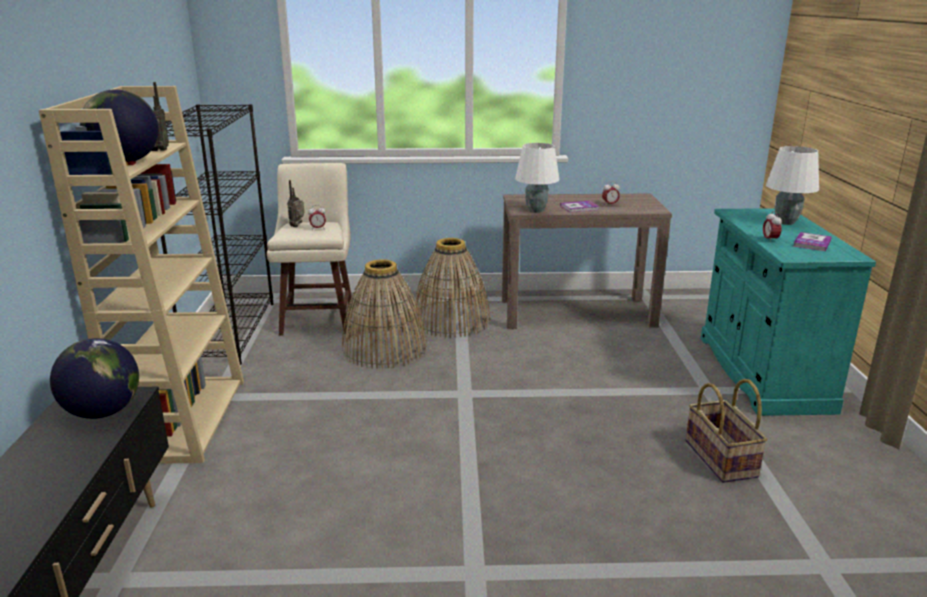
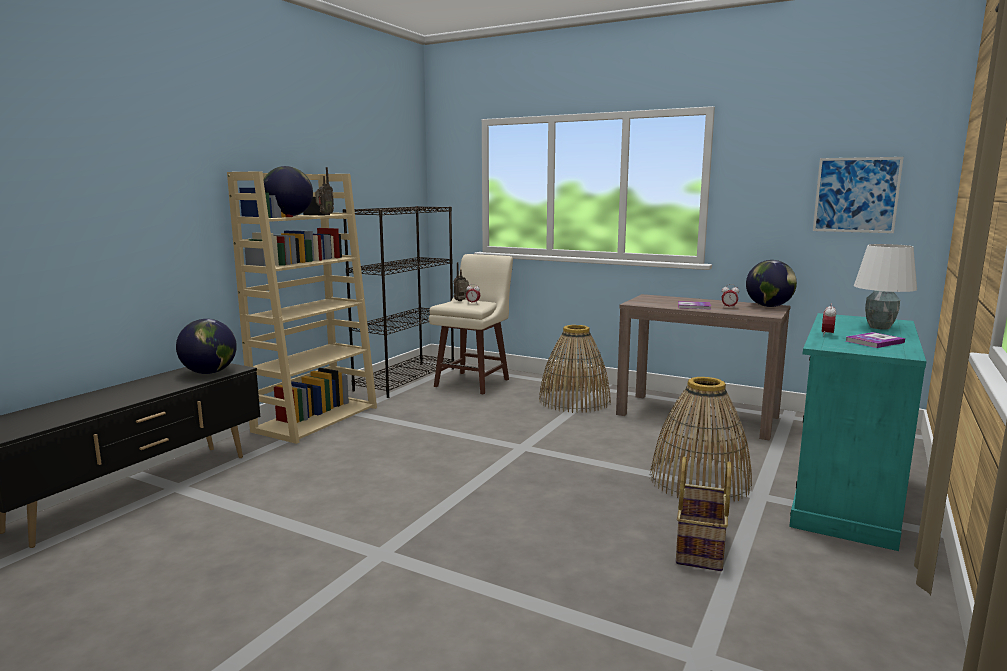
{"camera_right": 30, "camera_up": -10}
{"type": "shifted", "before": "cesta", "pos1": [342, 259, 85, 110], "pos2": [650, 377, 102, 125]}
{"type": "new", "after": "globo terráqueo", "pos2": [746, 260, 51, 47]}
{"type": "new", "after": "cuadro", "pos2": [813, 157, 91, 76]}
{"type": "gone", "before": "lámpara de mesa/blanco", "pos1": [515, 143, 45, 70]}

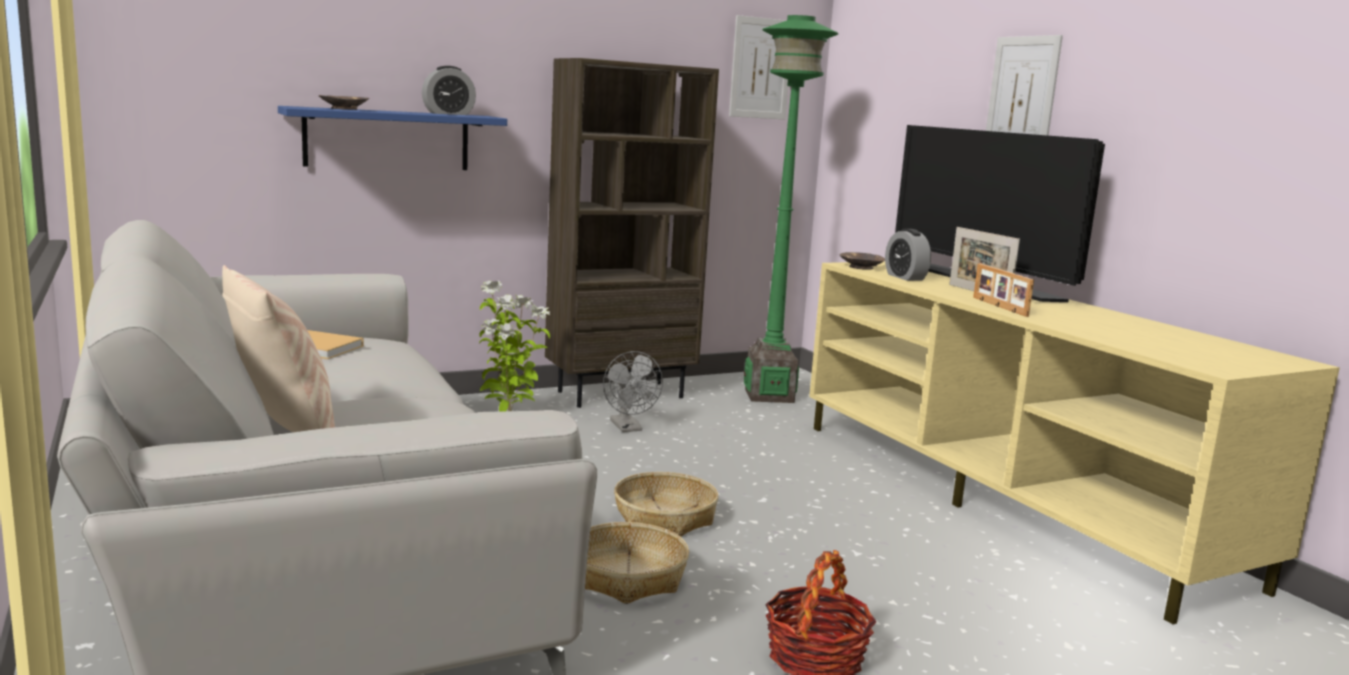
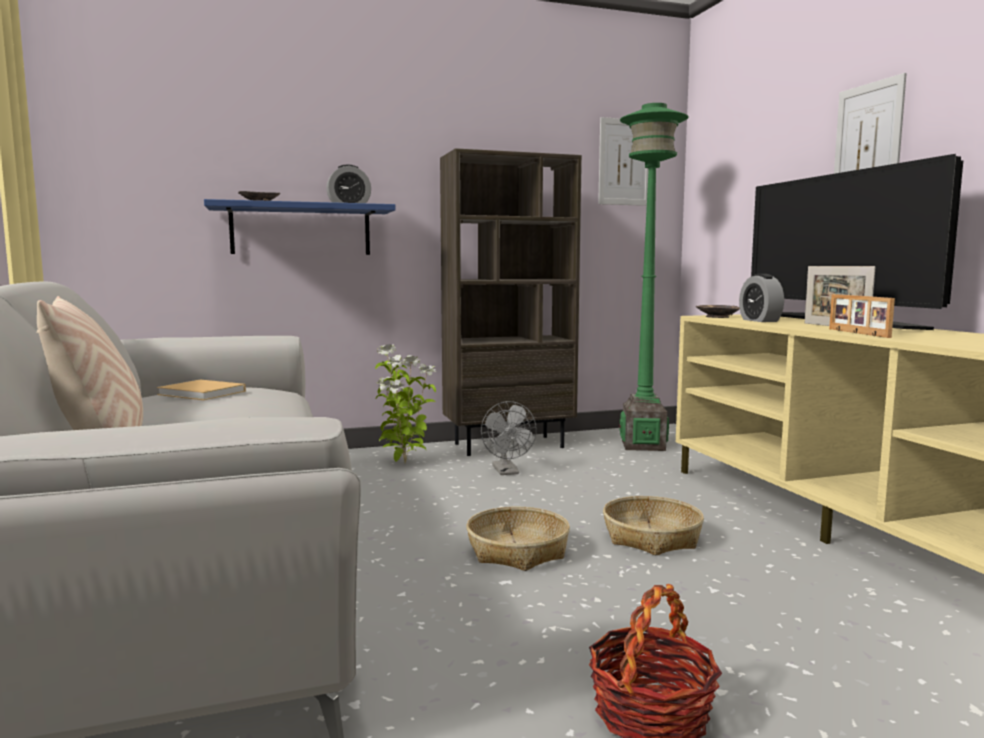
{"camera_right": 10, "camera_up": -5}
{"type": "shifted", "before": "cesta", "pos1": [585, 522, 104, 82], "pos2": [603, 496, 101, 60]}

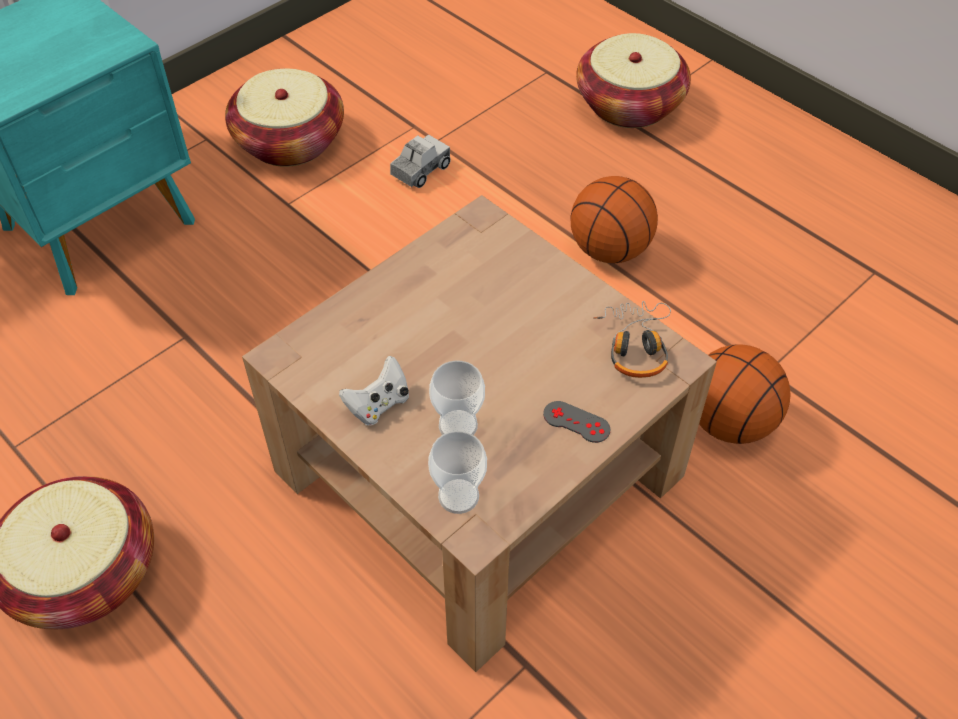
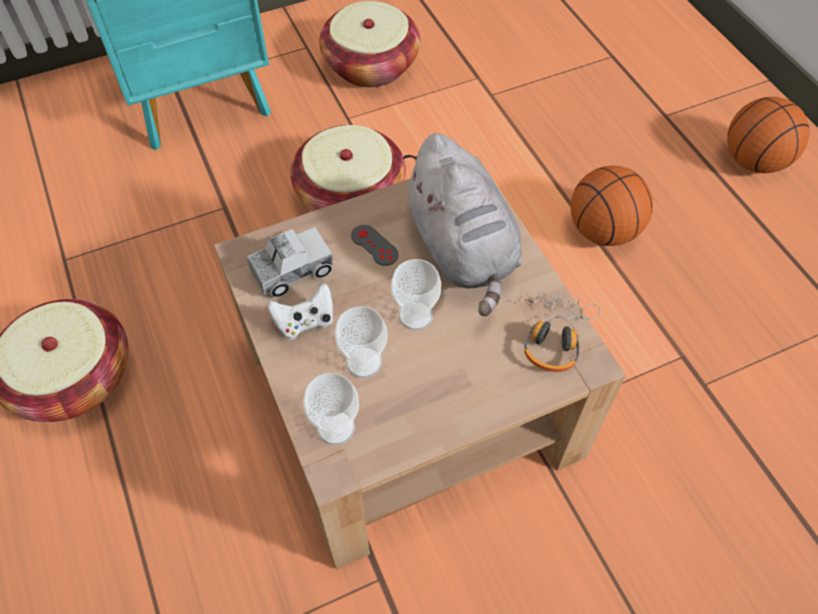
{"camera_right": 20, "camera_up": 5}
{"type": "shifted", "before": "camión de juguete", "pos1": [390, 134, 61, 54], "pos2": [247, 227, 86, 70]}
{"type": "shifted", "before": "cesta", "pos1": [576, 33, 115, 95], "pos2": [290, 125, 116, 86]}
{"type": "shifted", "before": "mando de consola/gris", "pos1": [543, 401, 67, 42], "pos2": [351, 225, 48, 41]}
{"type": "new", "after": "taza", "pos2": [391, 259, 50, 72]}
{"type": "new", "after": "peluche/gris", "pos2": [402, 133, 120, 184]}
{"type": "shifted", "before": "balón de baloncesto", "pos1": [699, 344, 92, 100], "pos2": [727, 97, 83, 76]}

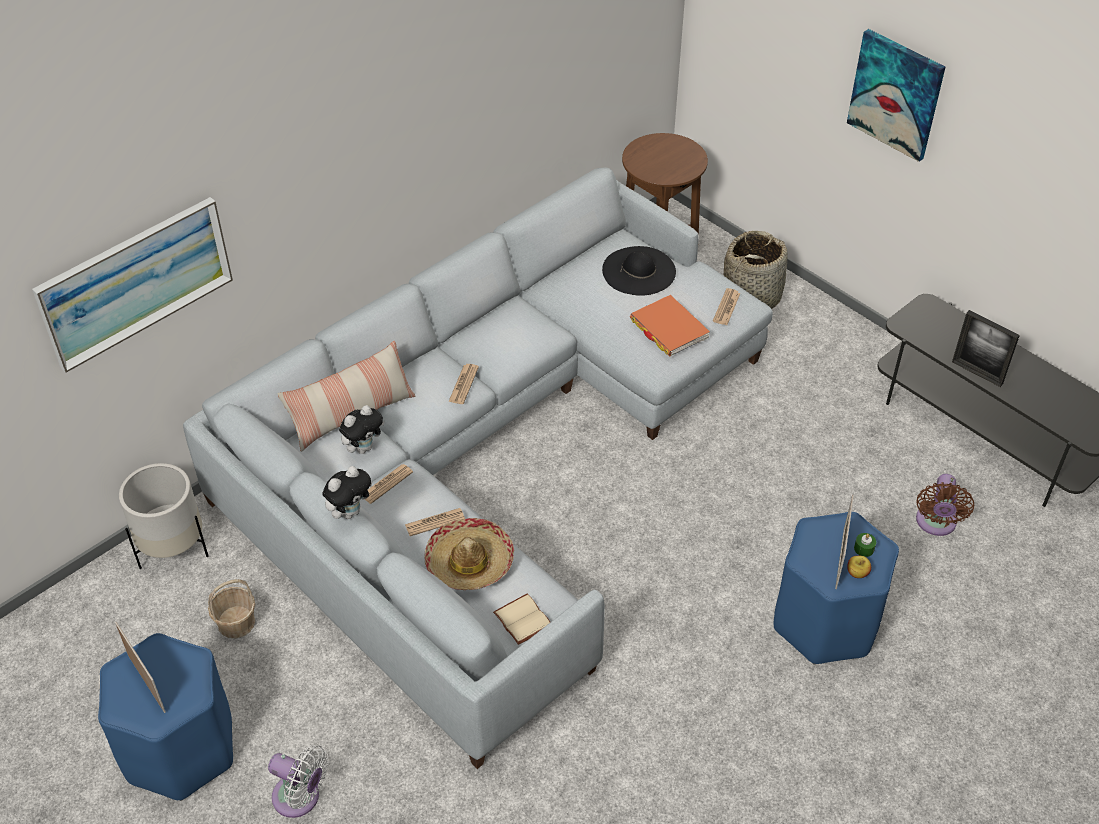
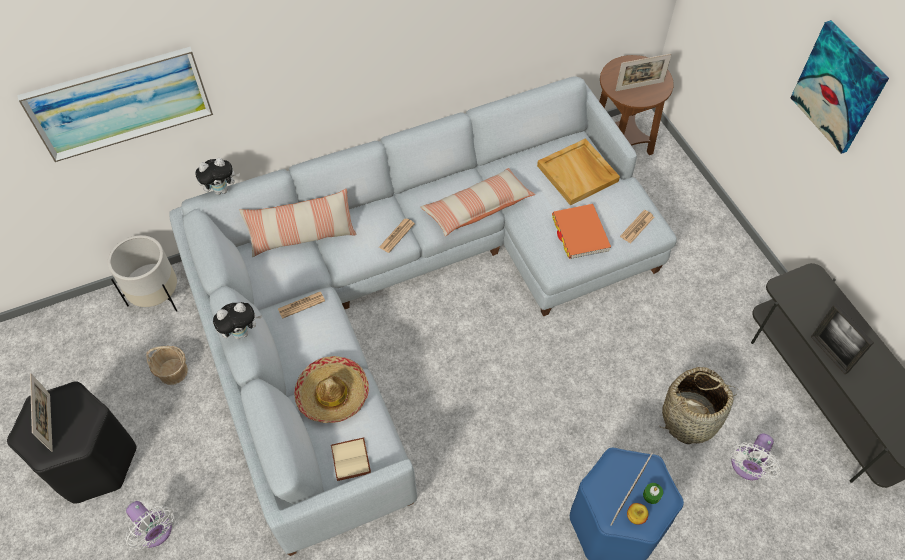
{"camera_right": 20, "camera_up": 10}
{"type": "repainted", "before": "taburete/azul", "after": "taburete/negro", "pos1": [98, 633, 135, 168], "pos2": [7, 381, 129, 123]}
{"type": "shifted", "before": "peluche", "pos1": [339, 405, 46, 49], "pos2": [195, 158, 45, 37]}
{"type": "new", "after": "cojín", "pos2": [421, 168, 114, 68]}
{"type": "swapped", "before": "sombrero/negro", "after": "bandeja/beis", "pos1": [602, 246, 74, 50], "pos2": [537, 138, 83, 67]}
{"type": "new", "after": "portarretratos", "pos2": [615, 54, 57, 37]}
{"type": "shifted", "before": "cesta", "pos1": [724, 231, 64, 78], "pos2": [659, 367, 77, 77]}
{"type": "repainted", "before": "ventilador/marrón", "after": "ventilador/blanco", "pos1": [916, 474, 58, 62], "pos2": [731, 433, 49, 47]}
{"type": "gone", "before": "periódico", "pos1": [405, 508, 60, 28]}

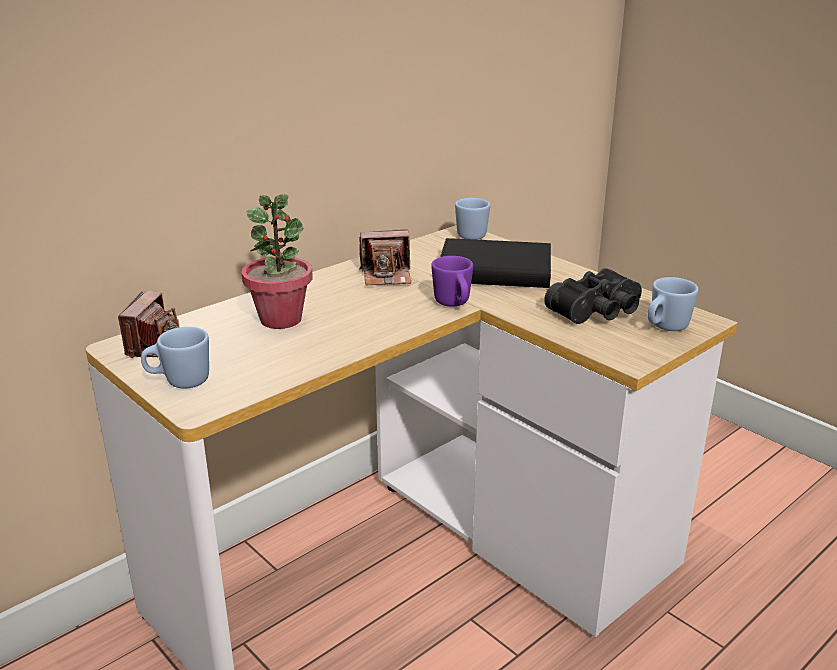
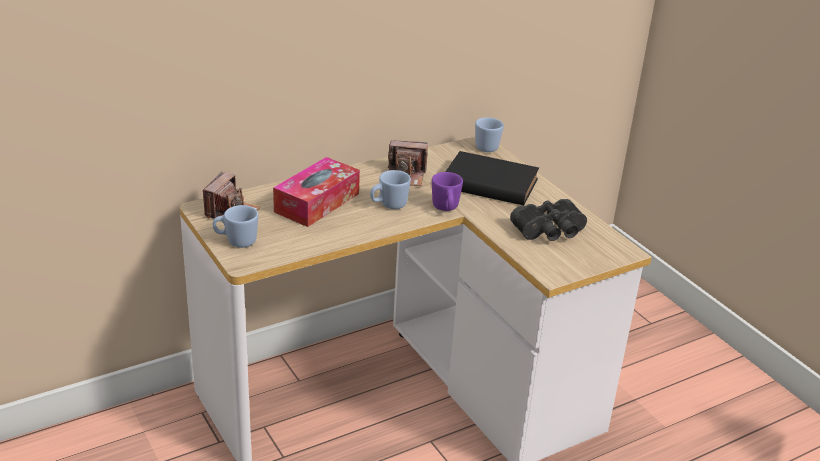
{"camera_right": 10, "camera_up": 5}
{"type": "swapped", "before": "planta en maceta", "after": "caja de pañuelos", "pos1": [242, 194, 71, 135], "pos2": [273, 157, 87, 70]}
{"type": "shifted", "before": "taza grande/azul", "pos1": [648, 277, 51, 54], "pos2": [370, 170, 41, 39]}

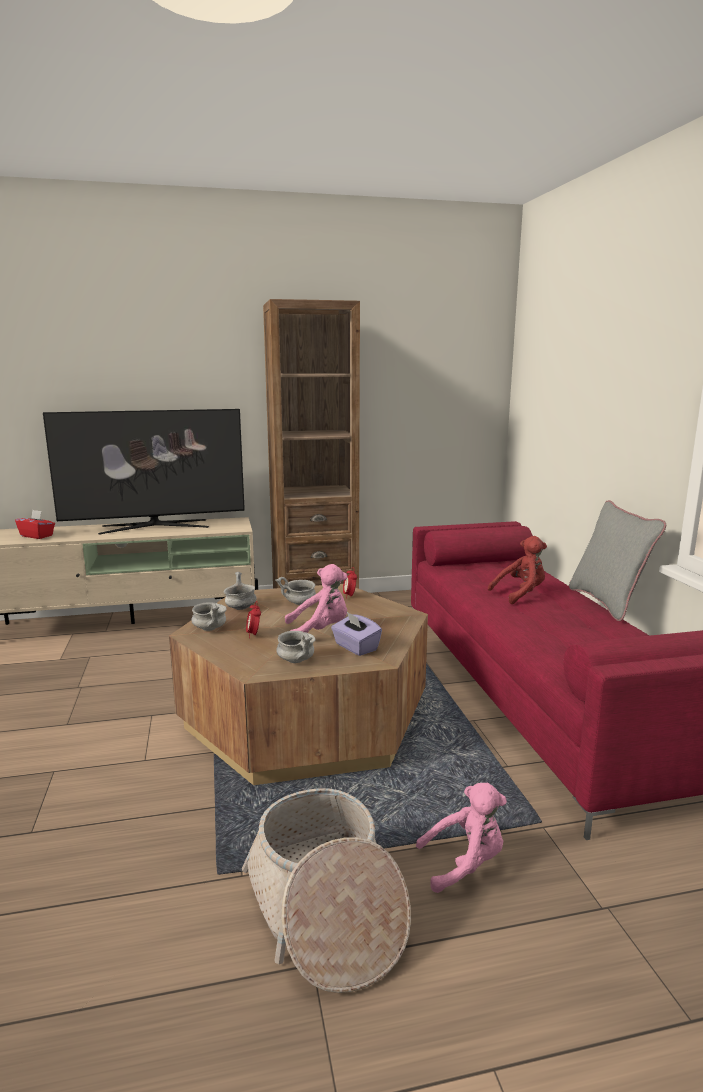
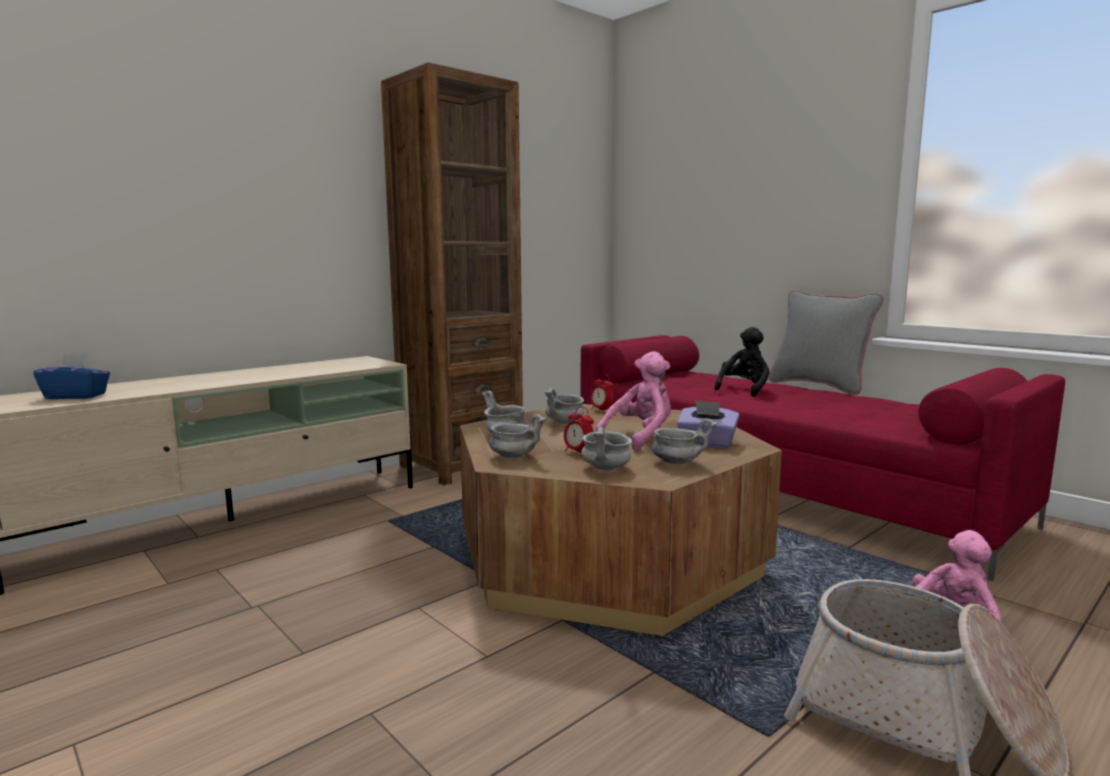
{"camera_right": -30, "camera_up": -5}
{"type": "repainted", "before": "caja de pañuelos/rojo", "after": "caja de pañuelos/azul", "pos1": [15, 510, 40, 29], "pos2": [33, 353, 77, 46]}
{"type": "new", "after": "cuenco/gris", "pos2": [581, 427, 51, 44]}
{"type": "repainted", "before": "peluche/rojo", "after": "peluche/negro", "pos1": [488, 536, 59, 68], "pos2": [714, 327, 56, 70]}
{"type": "gone", "before": "televisor", "pos1": [43, 409, 202, 126]}

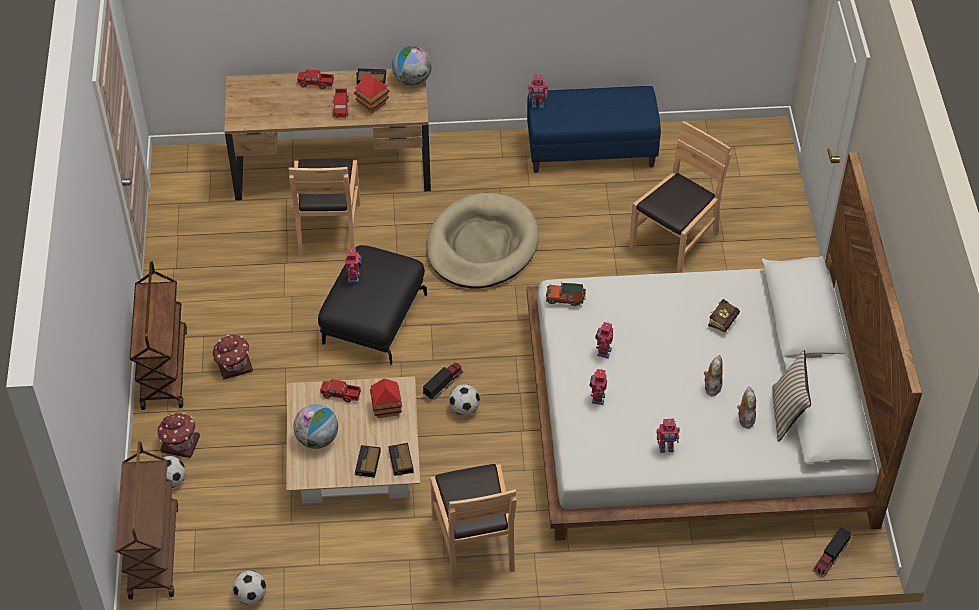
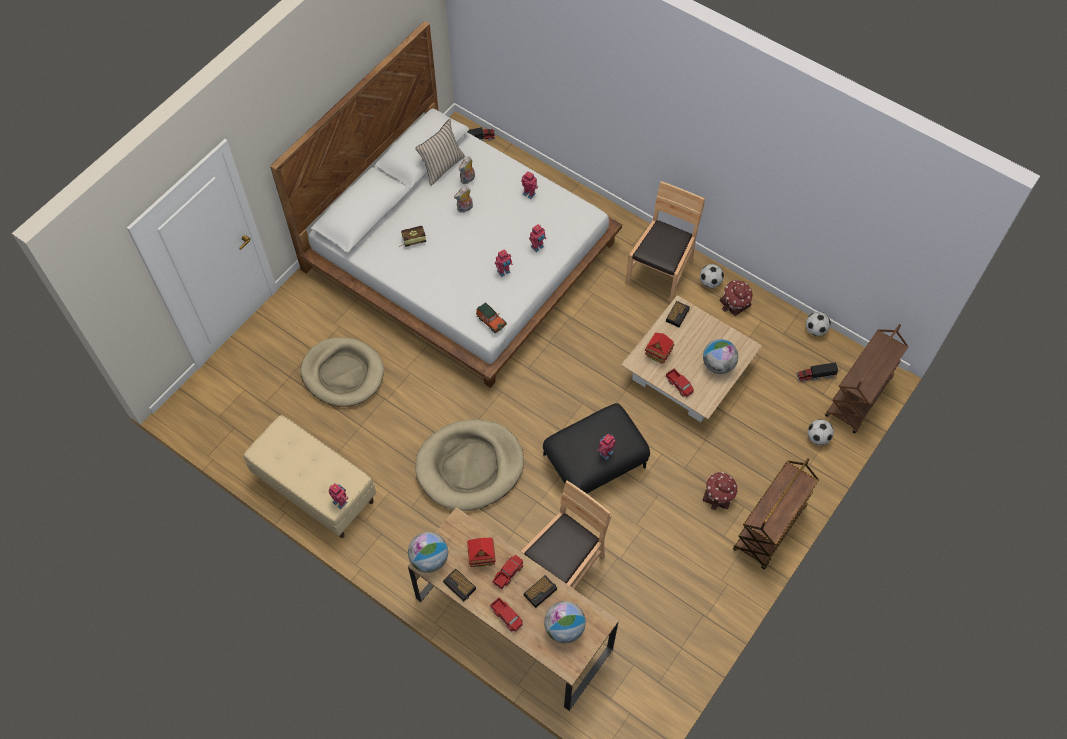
{"camera_right": -140, "camera_up": 10}
{"type": "repainted", "before": "banco/azul", "after": "banco/beis", "pos1": [527, 86, 134, 87], "pos2": [243, 415, 133, 123]}
{"type": "swapped", "before": "silla/marrón", "after": "cama para perro/beis", "pos1": [629, 121, 102, 152], "pos2": [300, 337, 84, 70]}
{"type": "shifted", "before": "despertador", "pos1": [355, 445, 26, 32], "pos2": [524, 575, 33, 33]}
{"type": "new", "after": "globo terráqueo", "pos2": [544, 601, 42, 42]}
{"type": "shifted", "before": "balón de fútbol", "pos1": [449, 384, 31, 31], "pos2": [700, 264, 24, 24]}
{"type": "shifted", "before": "casita", "pos1": [157, 413, 43, 45], "pos2": [720, 280, 33, 36]}
{"type": "shifted", "before": "camión de juguete", "pos1": [423, 362, 41, 38], "pos2": [796, 362, 42, 20]}

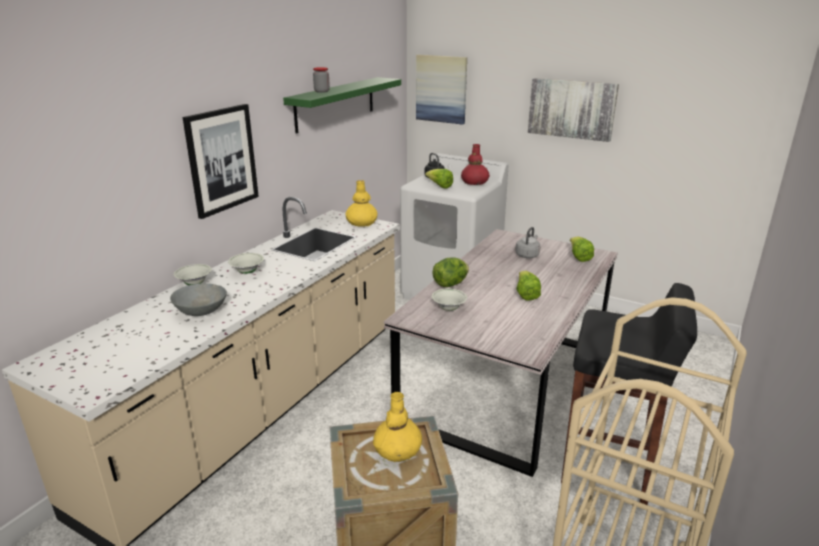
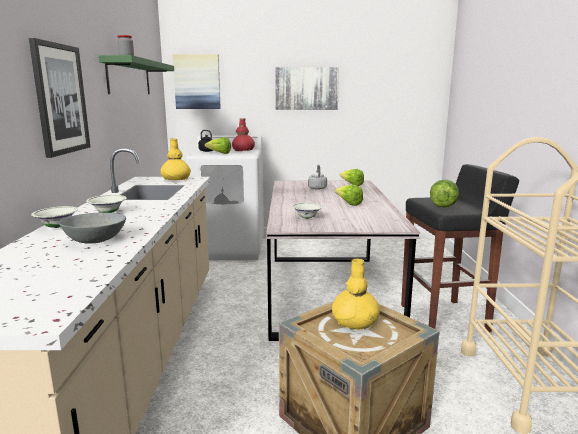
{"camera_right": -30, "camera_up": -10}
{"type": "shifted", "before": "lechuga", "pos1": [432, 257, 37, 30], "pos2": [430, 179, 29, 28]}

